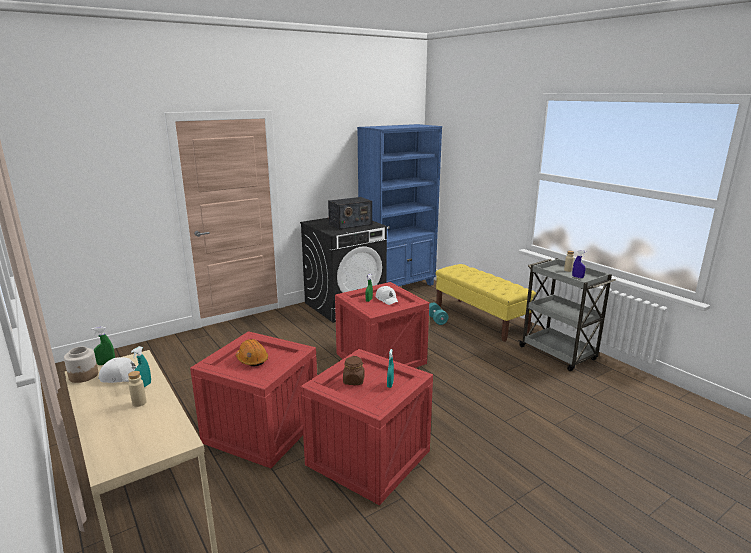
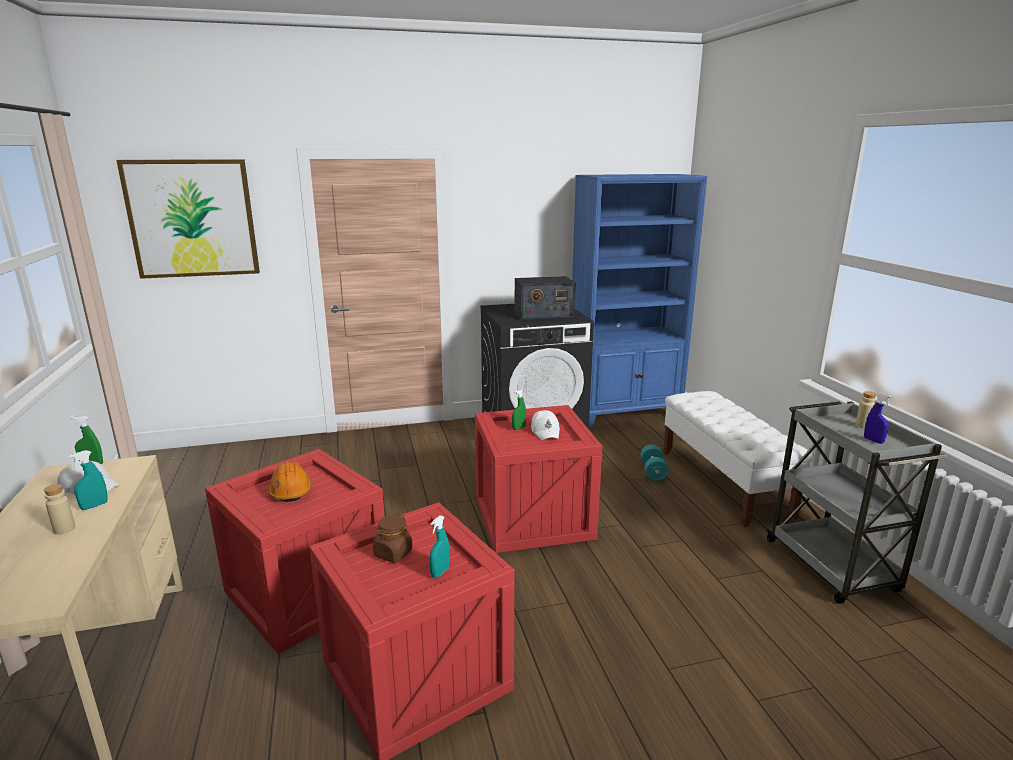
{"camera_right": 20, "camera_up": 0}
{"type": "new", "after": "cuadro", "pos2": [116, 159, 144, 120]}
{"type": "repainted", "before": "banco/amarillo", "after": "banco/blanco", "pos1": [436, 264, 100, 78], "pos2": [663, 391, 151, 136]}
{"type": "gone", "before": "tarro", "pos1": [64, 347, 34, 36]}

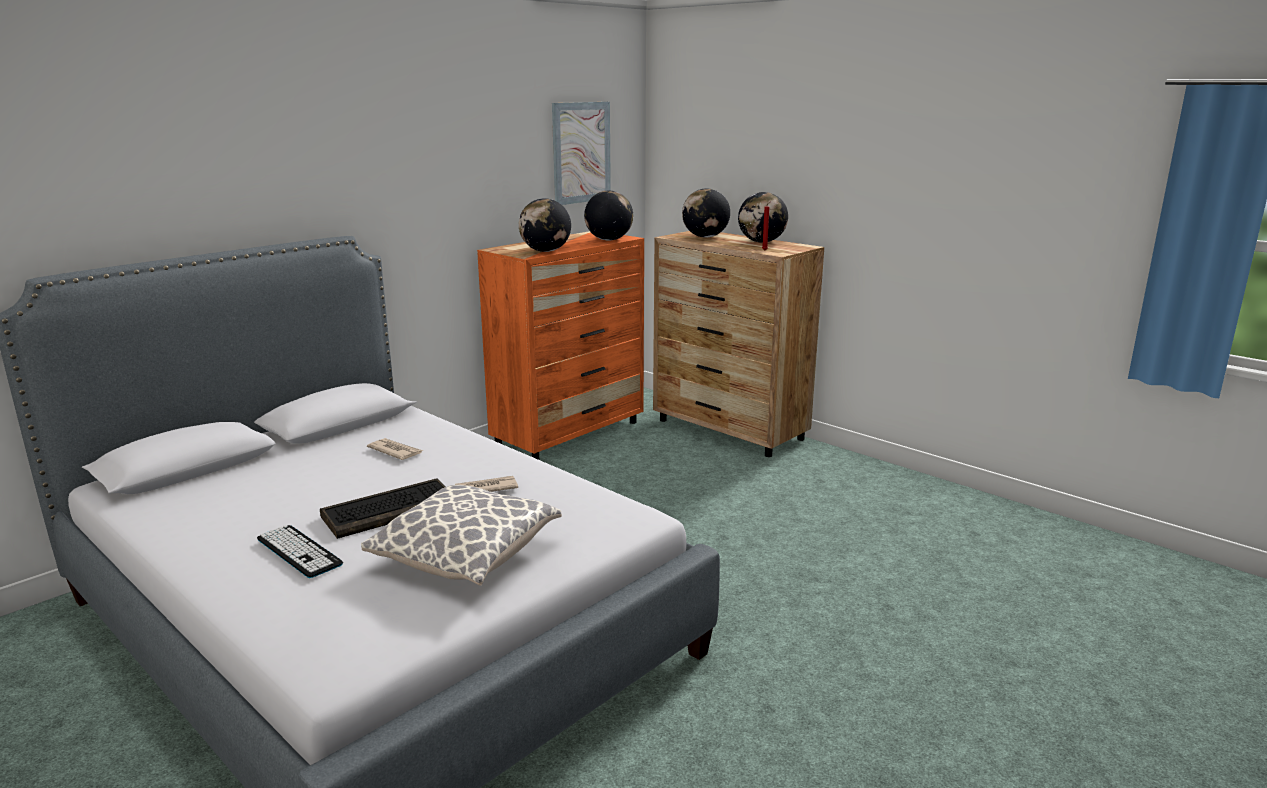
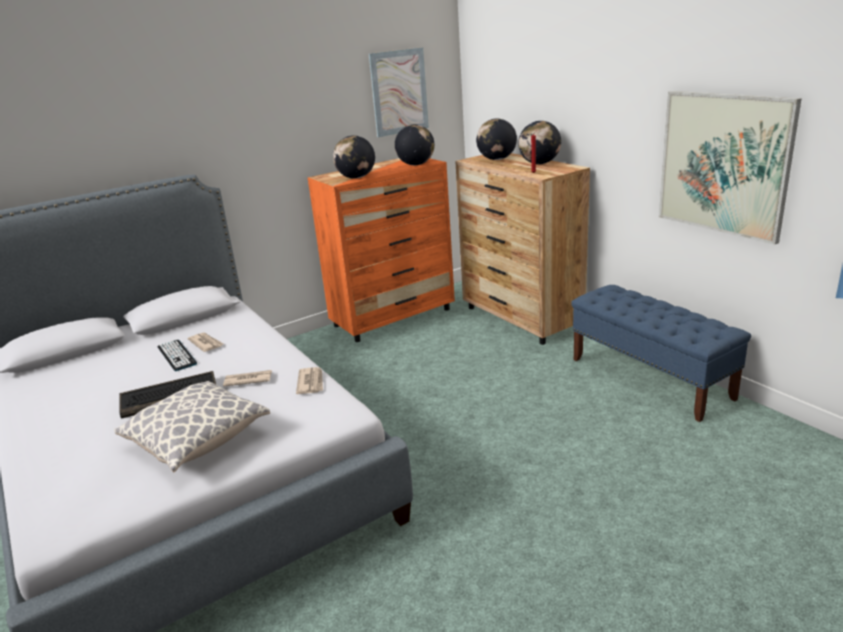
{"camera_right": 15, "camera_up": 5}
{"type": "shifted", "before": "teclado", "pos1": [257, 525, 86, 53], "pos2": [158, 339, 39, 32]}
{"type": "new", "after": "periódico", "pos2": [296, 367, 27, 27]}
{"type": "new", "after": "banco/azul", "pos2": [571, 285, 180, 137]}
{"type": "new", "after": "cuadro", "pos2": [659, 91, 143, 154]}

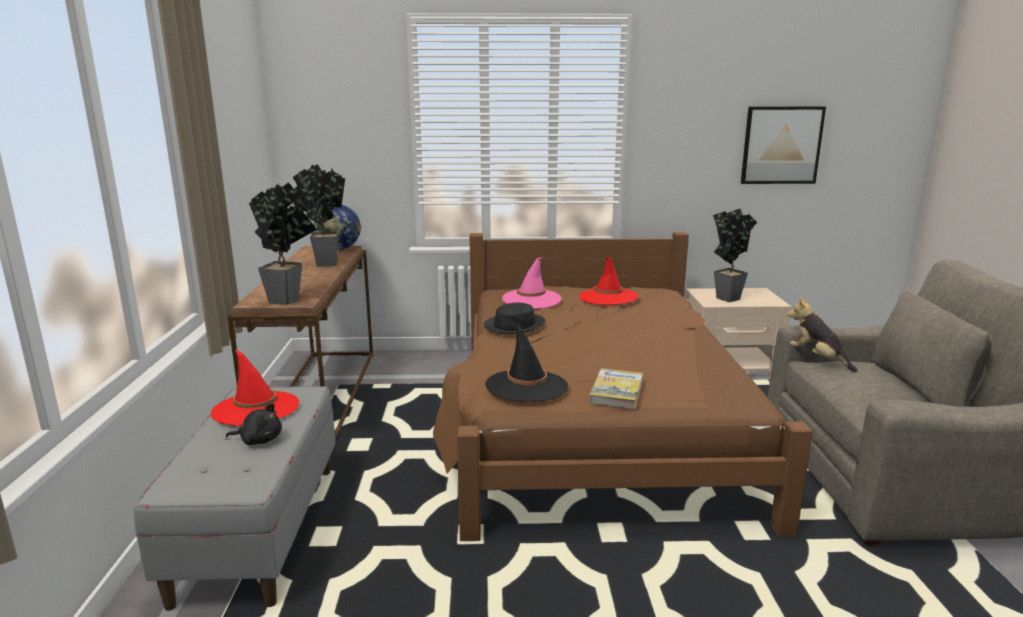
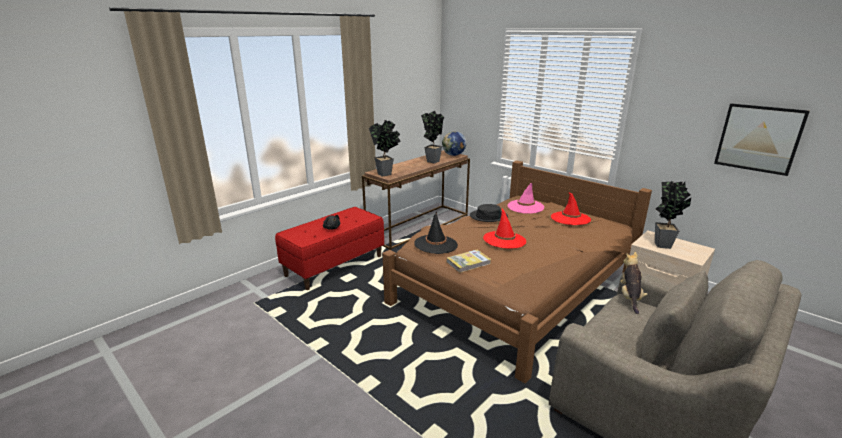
{"camera_right": 45, "camera_up": 5}
{"type": "repainted", "before": "banco/gris", "after": "banco/rojo", "pos1": [134, 386, 202, 225], "pos2": [275, 207, 109, 83]}
{"type": "shifted", "before": "sombrero/rojo", "pos1": [211, 349, 89, 77], "pos2": [483, 209, 43, 40]}

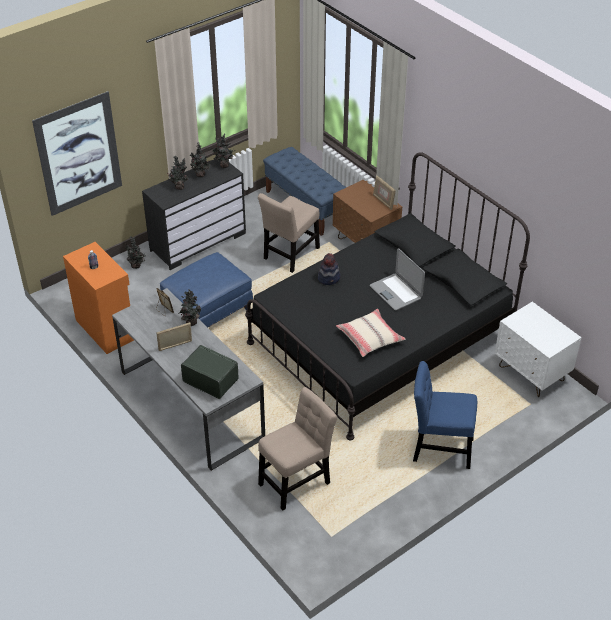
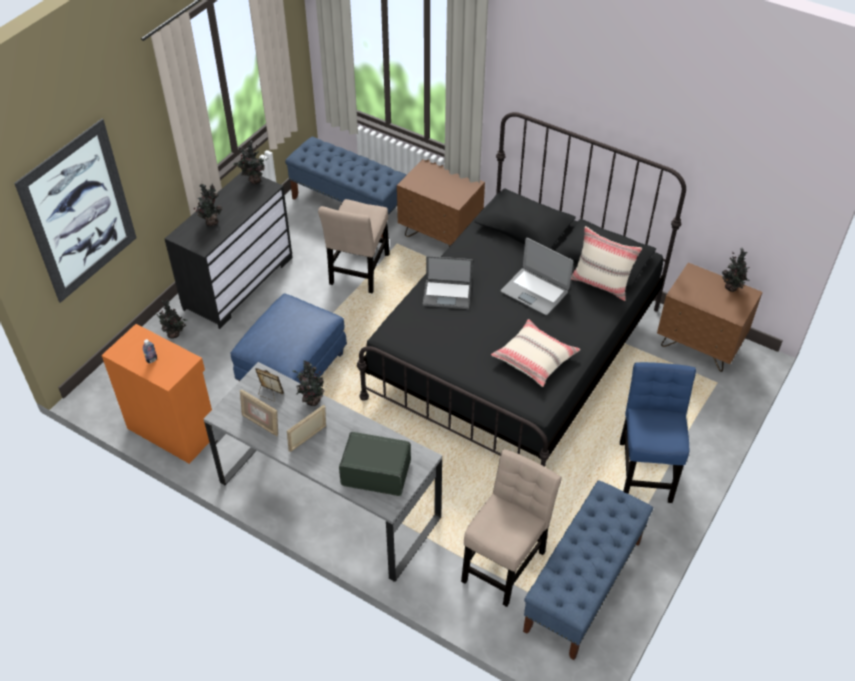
{"camera_right": -20, "camera_up": 5}
{"type": "shifted", "before": "portarretratos", "pos1": [373, 175, 23, 35], "pos2": [240, 390, 38, 46]}
{"type": "swapped", "before": "sombrero", "after": "portátil", "pos1": [318, 253, 22, 32], "pos2": [423, 256, 50, 53]}
{"type": "new", "after": "banco/azul", "pos2": [523, 480, 130, 180]}
{"type": "new", "after": "cojín/beis", "pos2": [571, 226, 71, 75]}
{"type": "rotated", "before": "silla/azul", "pos1": [413, 361, 64, 108], "pos2": [620, 362, 76, 141], "turn": 105}
{"type": "repainted", "before": "mesita de noche/blanco", "after": "mesita de noche/marrón", "pos1": [495, 302, 87, 95], "pos2": [657, 263, 106, 109]}
{"type": "shifted", "before": "planta en maceta", "pos1": [190, 142, 21, 36], "pos2": [722, 248, 28, 44]}

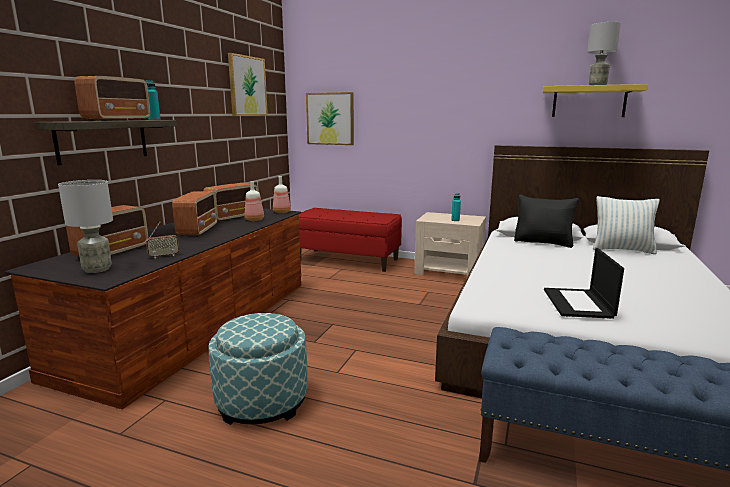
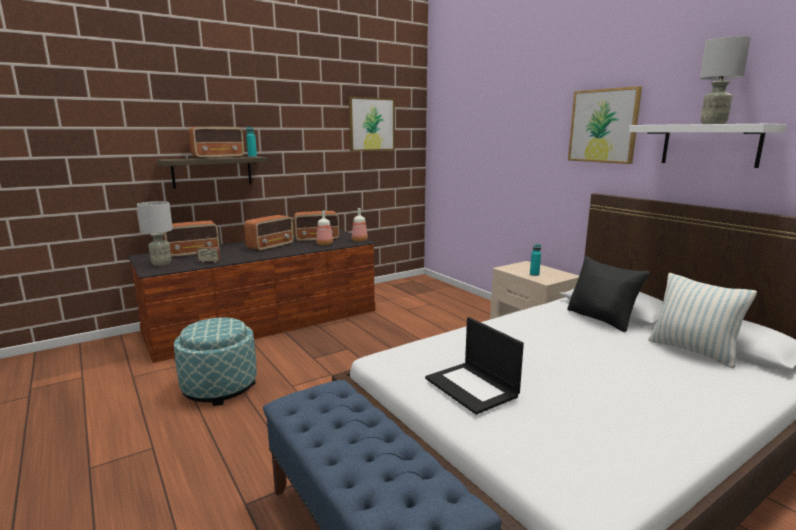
{"camera_right": 35, "camera_up": 0}
{"type": "rotated", "before": "portátil", "pos1": [544, 248, 80, 71], "pos2": [425, 317, 99, 98], "turn": -75}
{"type": "shifted", "before": "cuadro", "pos1": [306, 92, 48, 53], "pos2": [568, 86, 74, 78]}
{"type": "repainted", "before": "estante/amarillo", "after": "estante/blanco", "pos1": [543, 84, 105, 33], "pos2": [629, 124, 157, 44]}
{"type": "gone", "before": "banco/rojo", "pos1": [299, 208, 103, 64]}

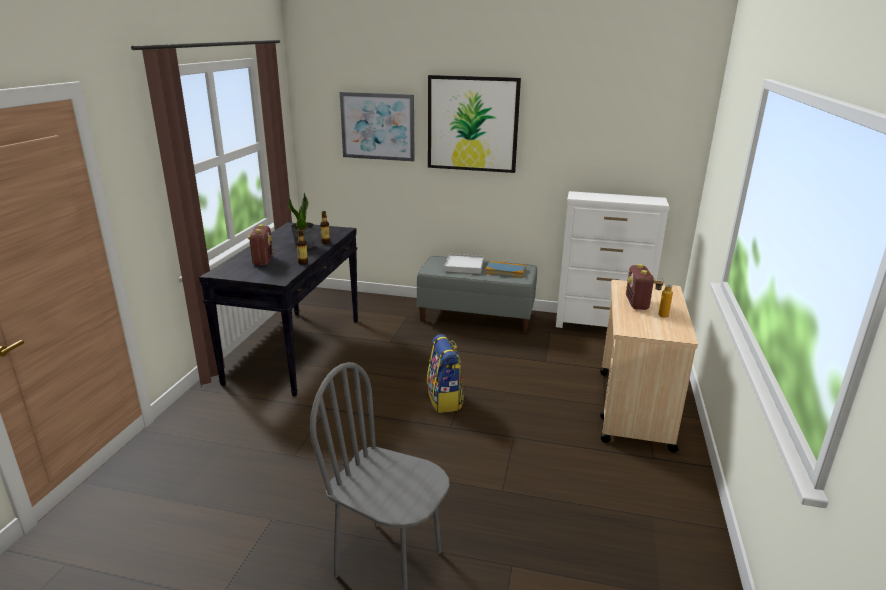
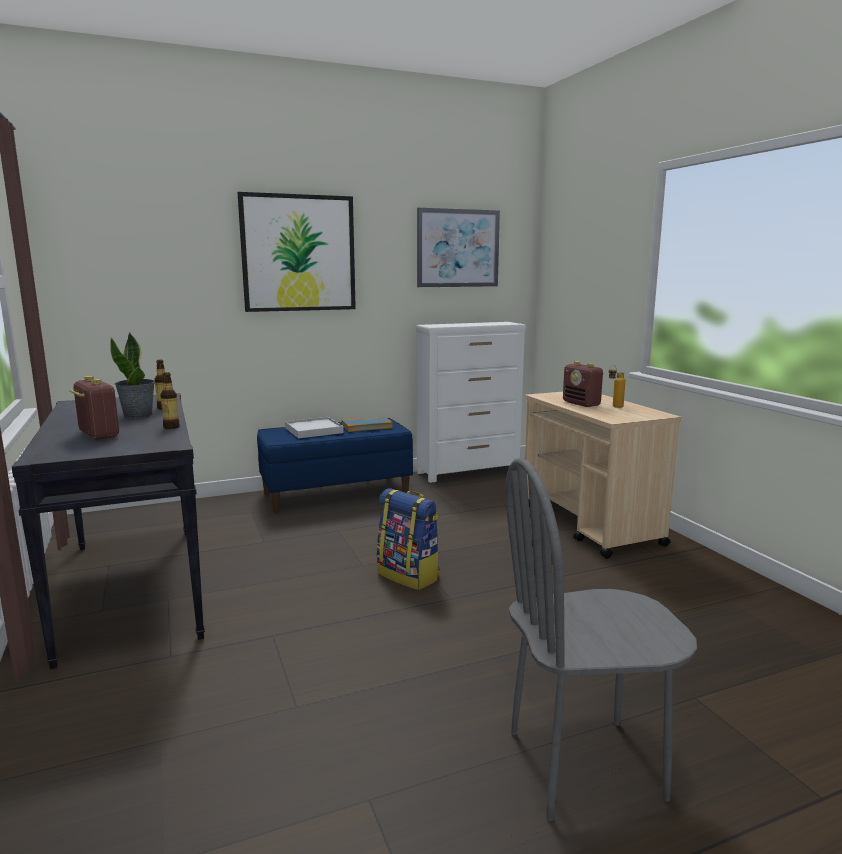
{"camera_right": -35, "camera_up": -10}
{"type": "repainted", "before": "banco/gris", "after": "banco/azul", "pos1": [417, 256, 120, 77], "pos2": [257, 418, 156, 95]}
{"type": "shifted", "before": "cuadro", "pos1": [340, 92, 75, 69], "pos2": [417, 208, 83, 79]}

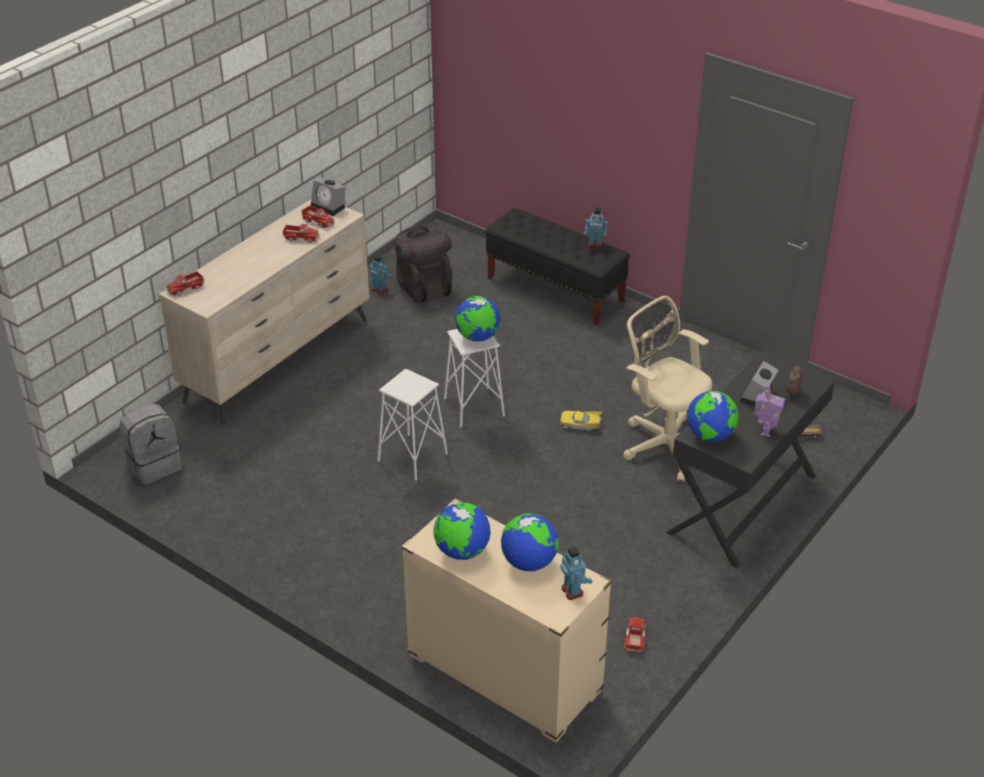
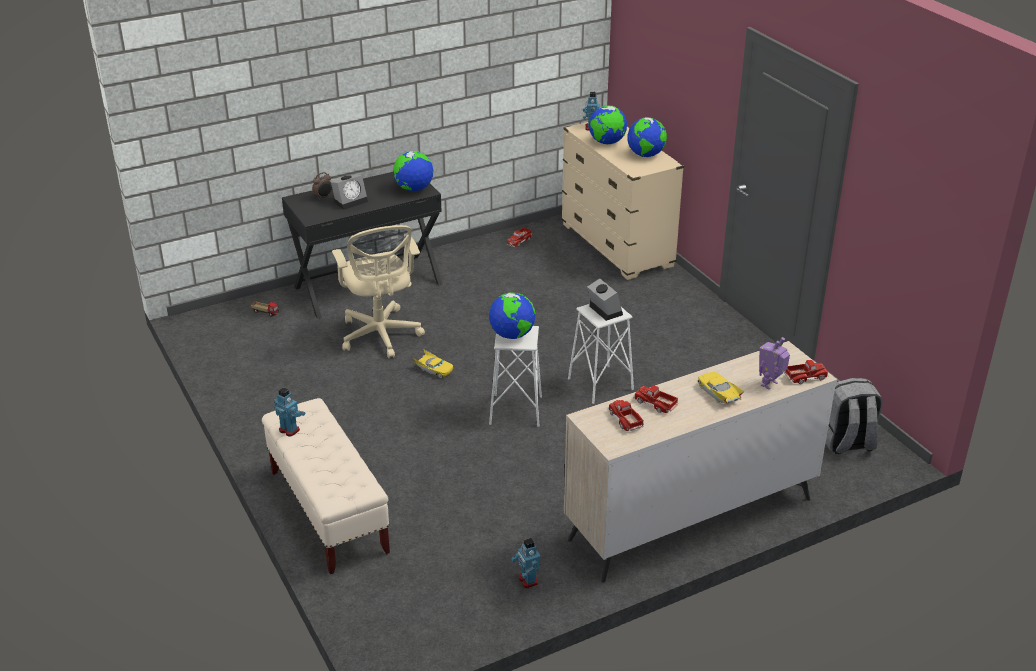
{"camera_right": -155, "camera_up": -5}
{"type": "repainted", "before": "banco/negro", "after": "banco/beis", "pos1": [485, 208, 145, 117], "pos2": [262, 398, 128, 176]}
{"type": "shifted", "before": "despertador", "pos1": [311, 178, 35, 38], "pos2": [587, 279, 36, 42]}
{"type": "new", "after": "coche de juguete/amarillo", "pos2": [698, 371, 47, 33]}
{"type": "shifted", "before": "robot de juguete", "pos1": [754, 385, 31, 52], "pos2": [759, 337, 31, 52]}
{"type": "gone", "before": "mochila/negro", "pos1": [394, 226, 58, 77]}

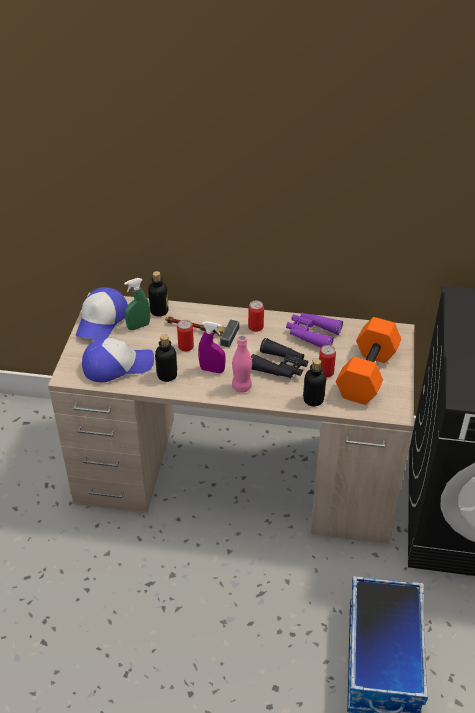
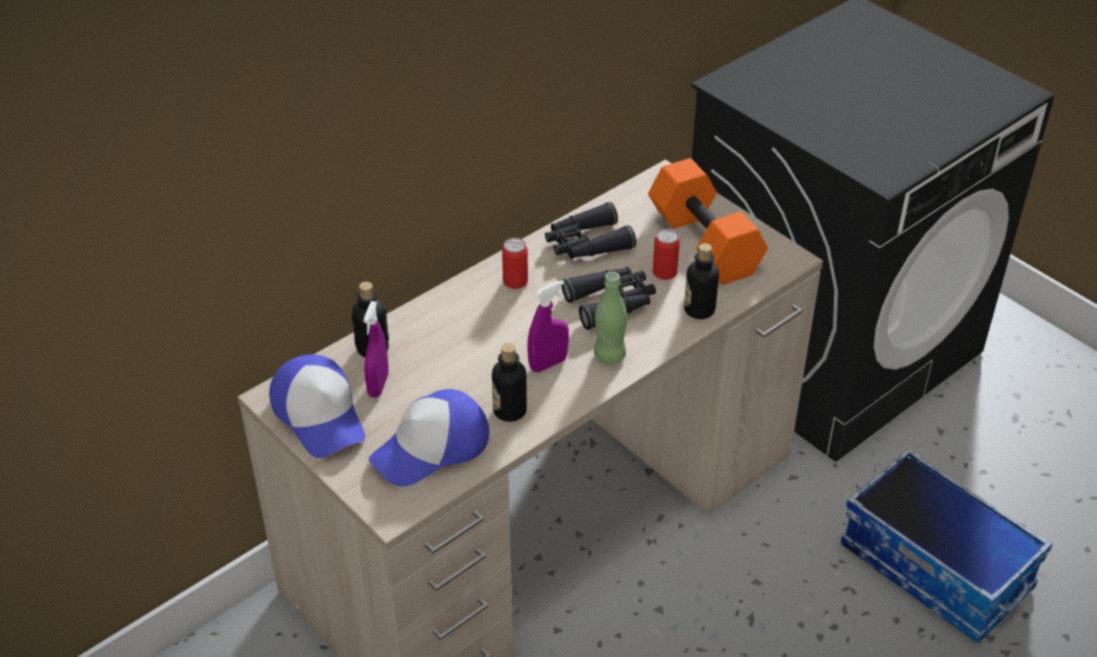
{"camera_right": -50, "camera_up": 0}
{"type": "repainted", "before": "pulverizador/verde", "after": "pulverizador/morado", "pos1": [124, 278, 26, 52], "pos2": [363, 301, 26, 96]}
{"type": "rotated", "before": "gorra", "pos1": [82, 337, 72, 45], "pos2": [369, 389, 120, 98], "turn": -150}
{"type": "repainted", "before": "prismáticos/morado", "after": "prismáticos/negro", "pos1": [286, 312, 57, 36], "pos2": [545, 202, 91, 57]}
{"type": "repainted", "before": "botella/rosa", "after": "botella/verde", "pos1": [232, 335, 20, 58], "pos2": [594, 272, 33, 93]}
{"type": "gone", "before": "martillo", "pos1": [165, 316, 74, 31]}
{"type": "gone", "before": "lata", "pos1": [177, 320, 17, 31]}

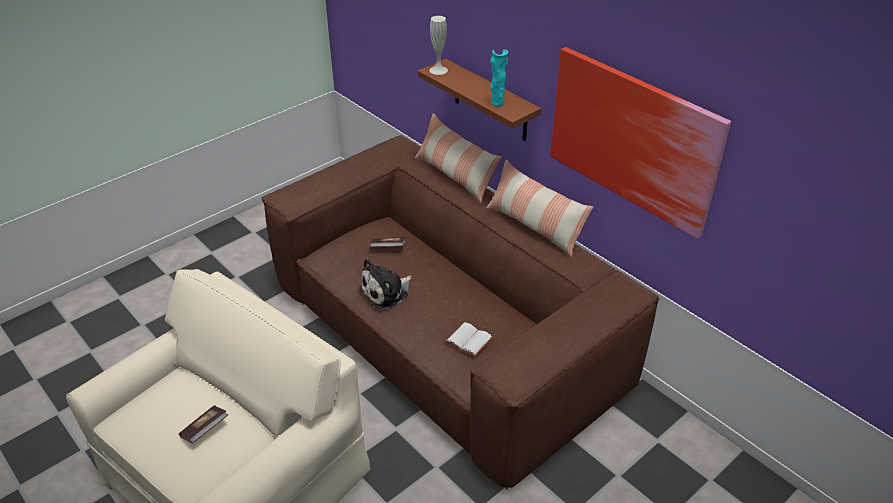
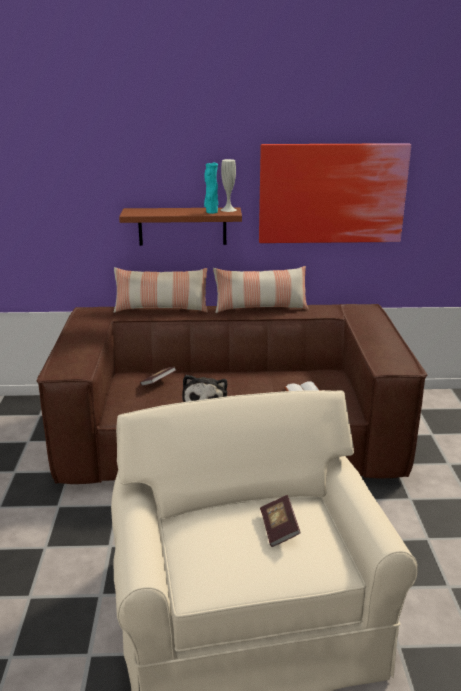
{"camera_right": -50, "camera_up": -15}
{"type": "shifted", "before": "florero/blanco", "pos1": [430, 16, 18, 59], "pos2": [221, 159, 16, 53]}

